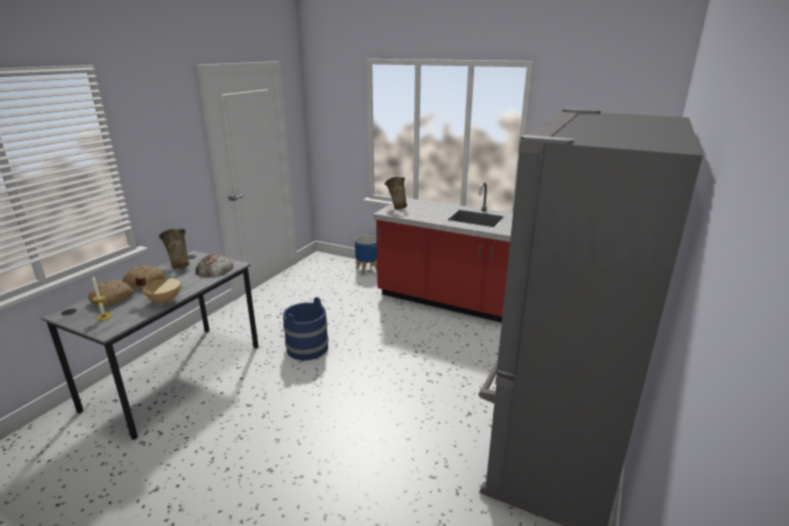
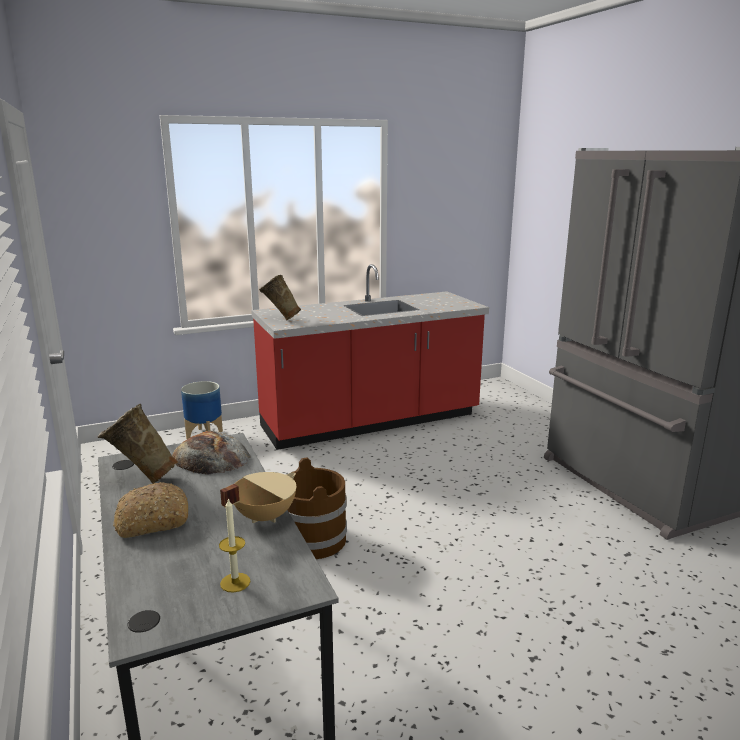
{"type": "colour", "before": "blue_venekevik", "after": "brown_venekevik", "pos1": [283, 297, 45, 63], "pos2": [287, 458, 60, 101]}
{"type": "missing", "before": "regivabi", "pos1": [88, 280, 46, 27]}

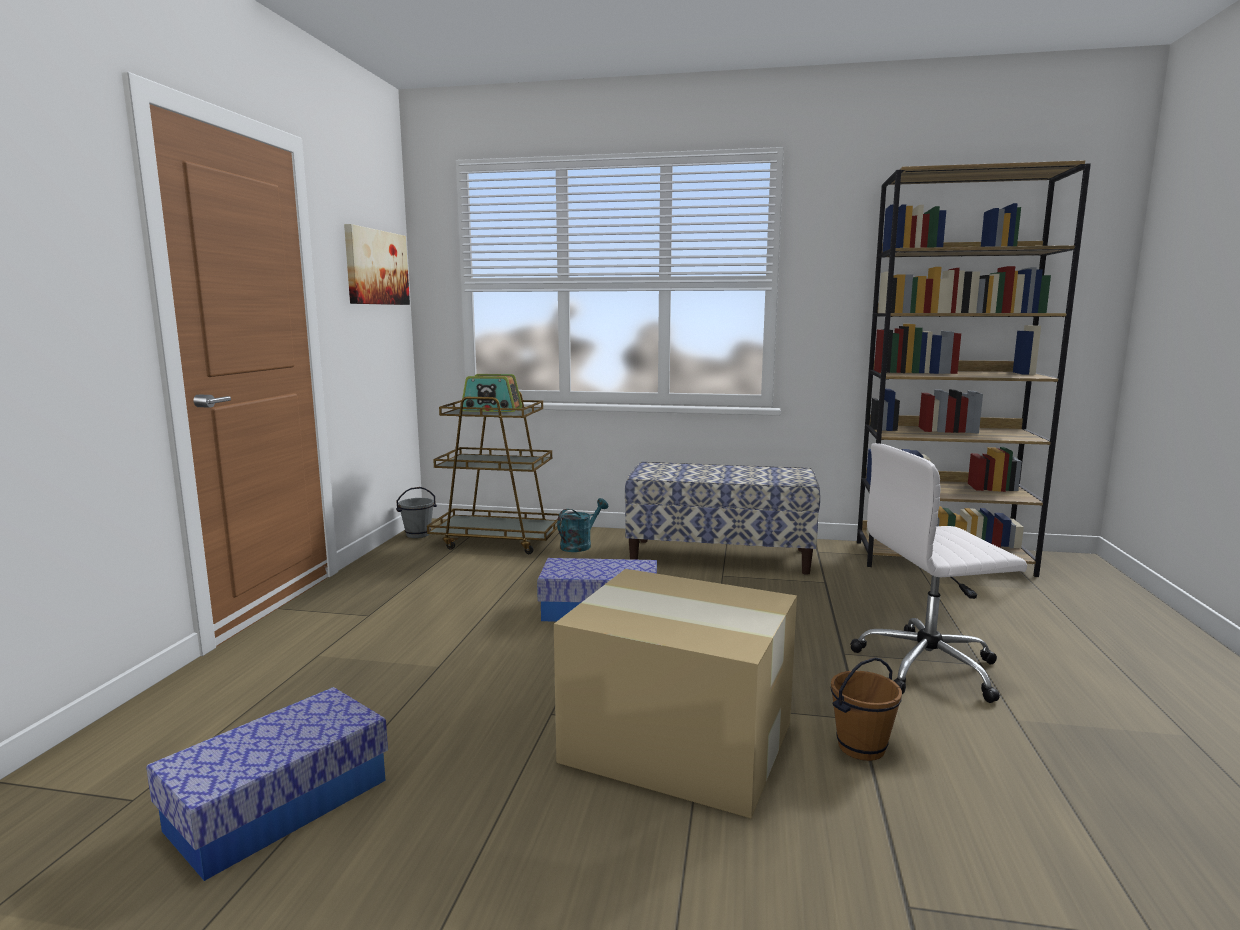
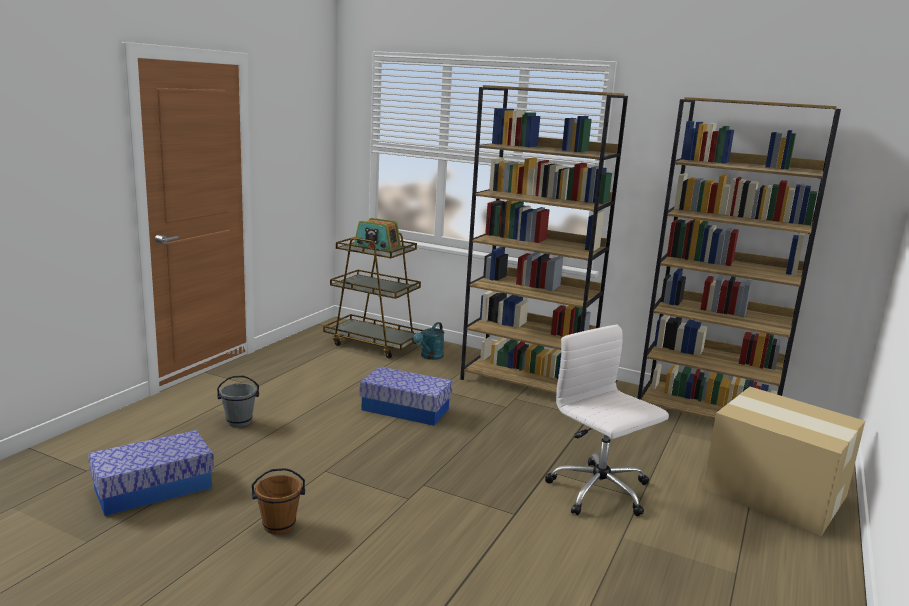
{"type": "relocated", "before": "grey_venekevik", "pos1": [396, 487, 41, 51], "pos2": [217, 376, 42, 51]}
{"type": "relocated", "before": "brown_venekevik", "pos1": [831, 657, 71, 104], "pos2": [252, 468, 53, 67]}
{"type": "spun", "before": "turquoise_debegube", "pos1": [557, 498, 51, 54], "pos2": [413, 322, 31, 38], "turn": 150}
{"type": "exchanged", "before": "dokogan", "after": "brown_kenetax", "pos1": [625, 462, 195, 113], "pos2": [460, 85, 168, 308]}
{"type": "spun", "before": "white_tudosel", "pos1": [850, 443, 177, 260], "pos2": [545, 325, 124, 191], "turn": 45}
{"type": "relocated", "before": "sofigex", "pos1": [554, 569, 243, 249], "pos2": [703, 387, 162, 149]}
{"type": "missing", "before": "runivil", "pos1": [344, 224, 66, 81]}

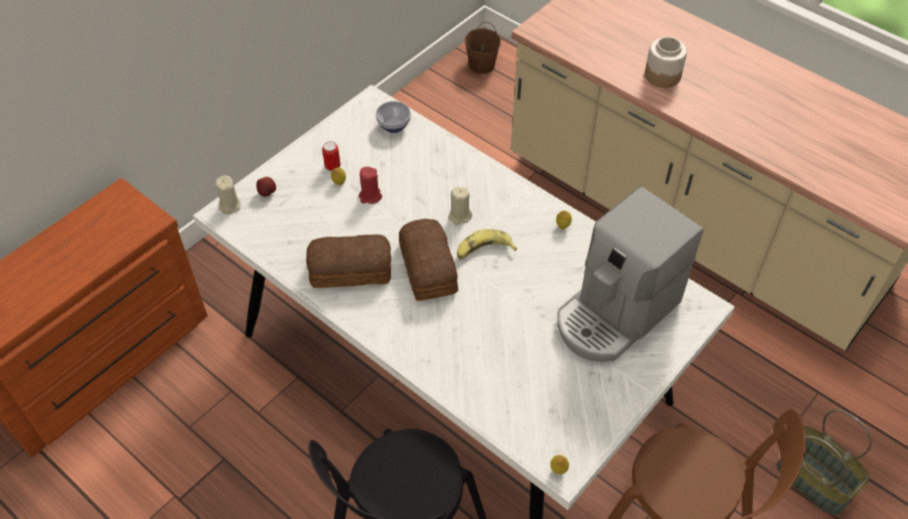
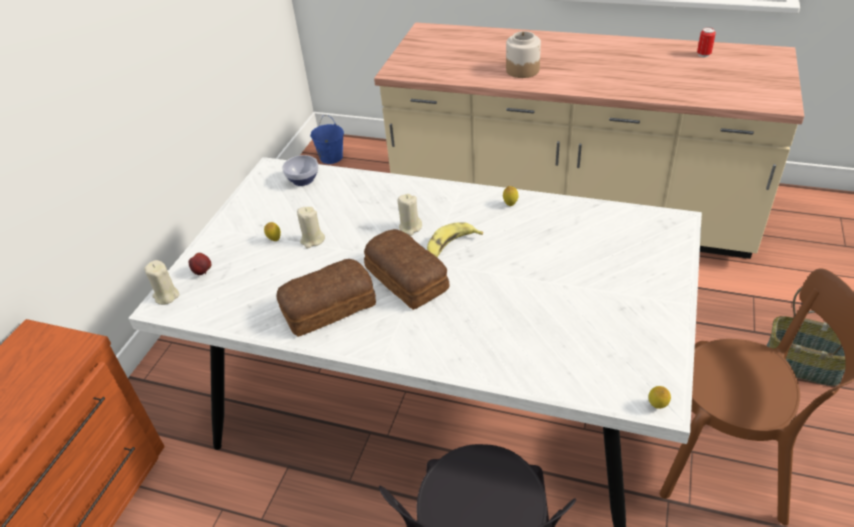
{"type": "colour", "before": "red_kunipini", "after": "beige_kunipini", "pos1": [359, 167, 23, 37], "pos2": [297, 207, 28, 41]}
{"type": "colour", "before": "brown_venekevik", "after": "blue_venekevik", "pos1": [464, 22, 37, 52], "pos2": [310, 115, 34, 49]}
{"type": "relocated", "before": "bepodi", "pos1": [322, 142, 18, 30], "pos2": [697, 27, 19, 30]}
{"type": "missing", "before": "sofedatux", "pos1": [557, 186, 147, 176]}

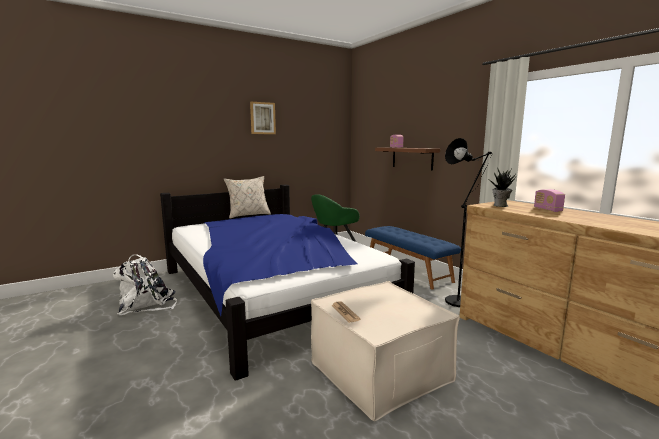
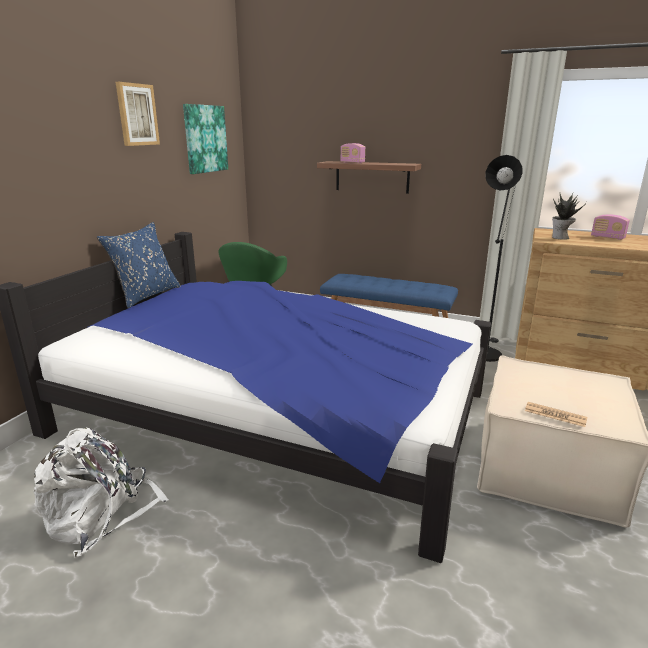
{"type": "colour", "before": "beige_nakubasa", "after": "blue_nakubasa", "pos1": [224, 176, 47, 43], "pos2": [97, 222, 84, 86]}
{"type": "appeared", "after": "runivil", "pos2": [183, 104, 45, 70]}

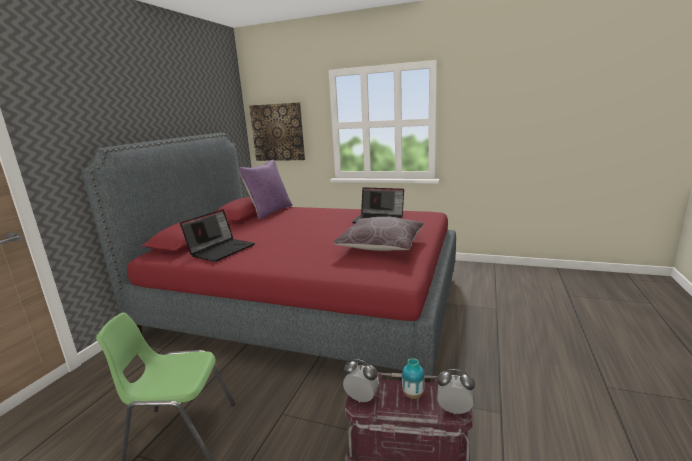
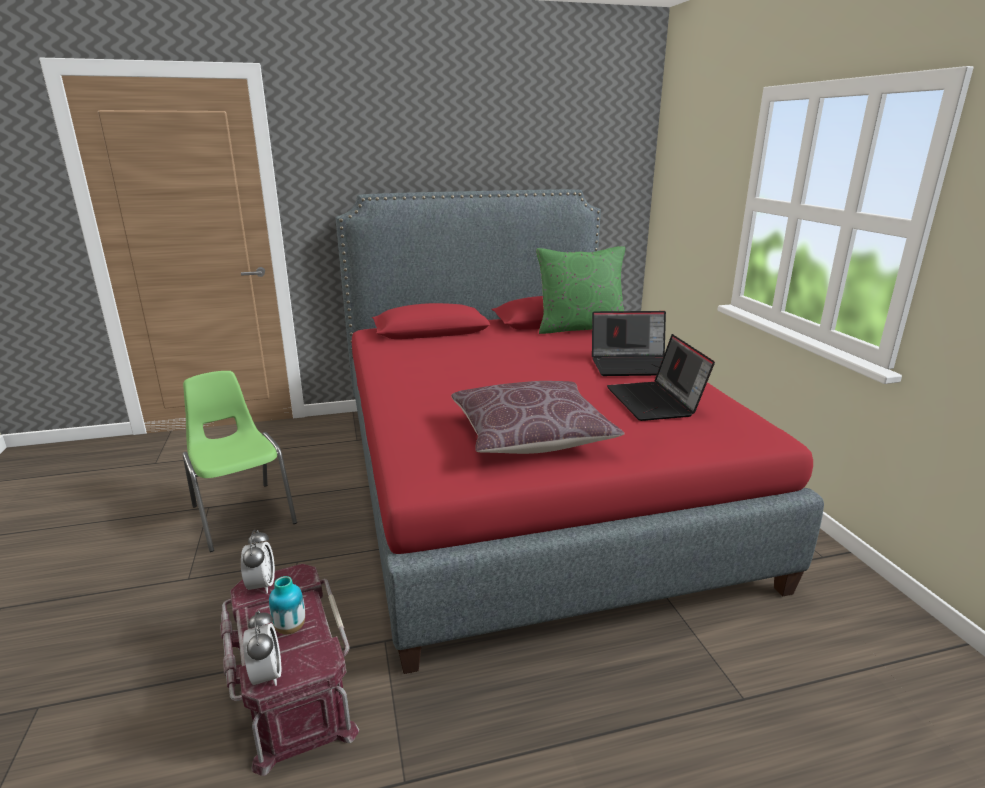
{"type": "colour", "before": "purple_nakubasa", "after": "green_nakubasa", "pos1": [238, 160, 54, 60], "pos2": [536, 246, 89, 88]}
{"type": "relocated", "before": "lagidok", "pos1": [180, 209, 75, 53], "pos2": [592, 311, 74, 65]}
{"type": "missing", "before": "runivil", "pos1": [249, 102, 56, 59]}

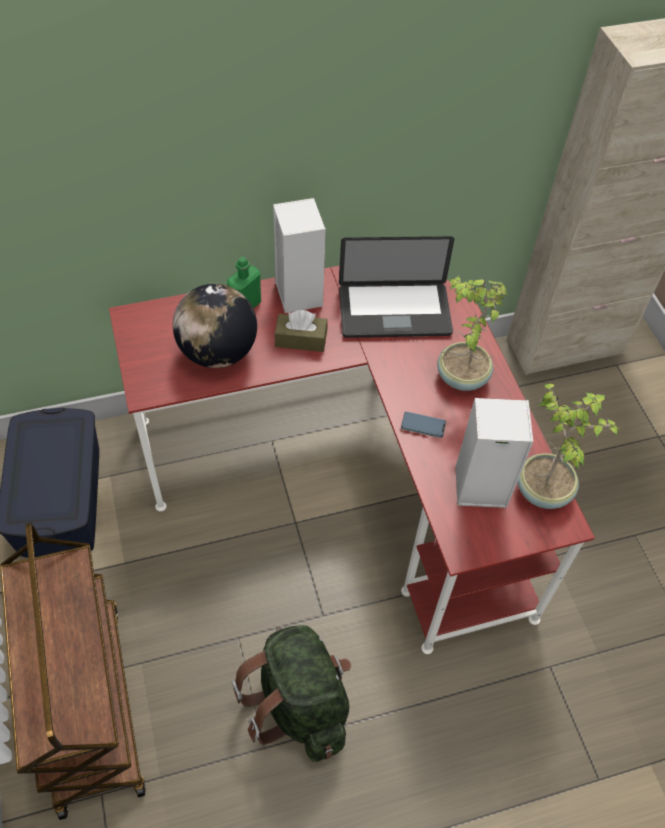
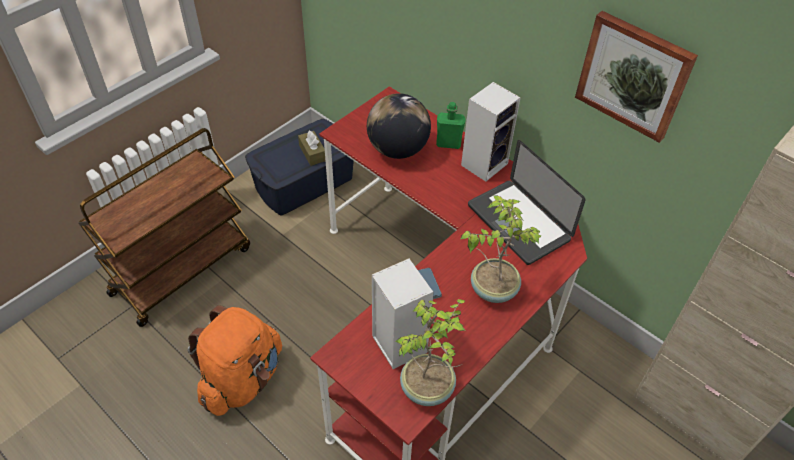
{"type": "colour", "before": "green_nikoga", "after": "orange_nikoga", "pos1": [232, 625, 119, 137], "pos2": [187, 305, 95, 111]}
{"type": "relocated", "before": "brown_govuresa", "pos1": [275, 310, 52, 42], "pos2": [298, 130, 27, 36]}
{"type": "appeared", "after": "runivil", "pos2": [575, 11, 123, 132]}

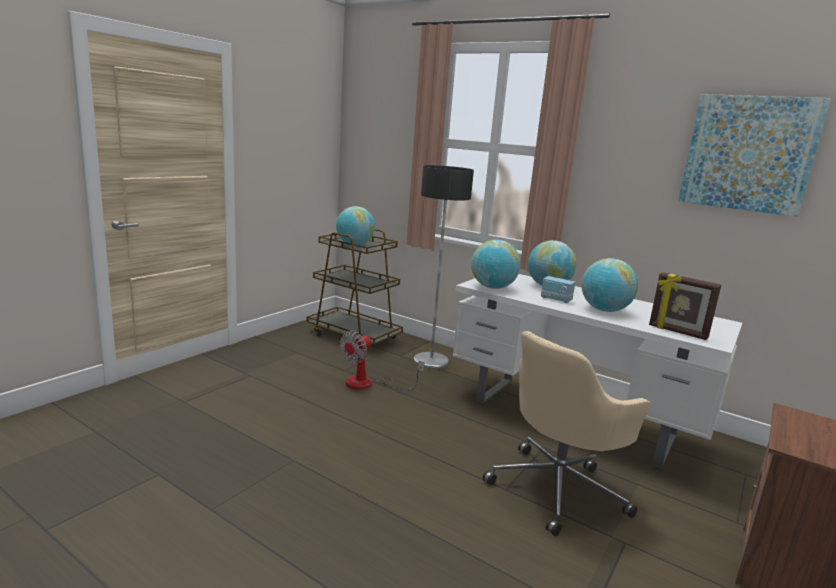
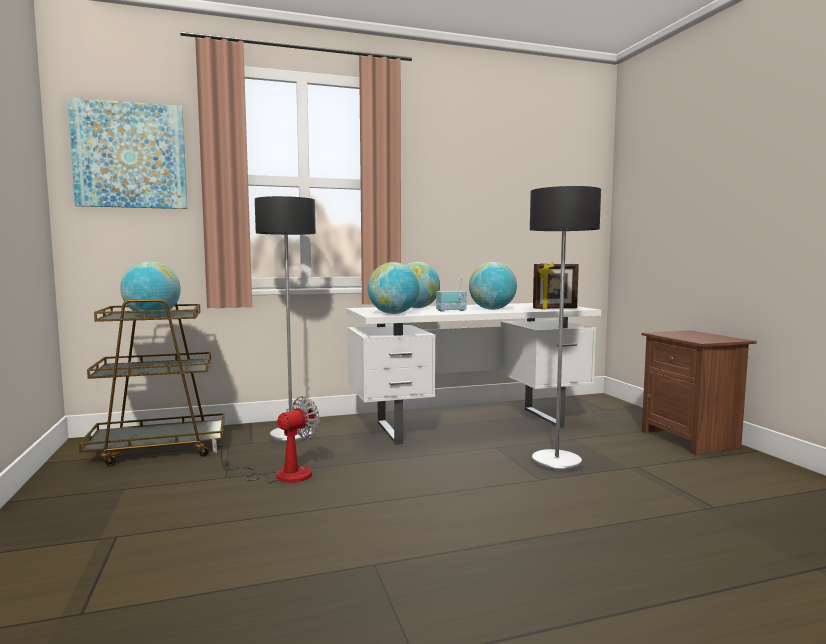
{"type": "relocated", "before": "runivil", "pos1": [678, 94, 153, 123], "pos2": [67, 97, 120, 112]}
{"type": "spun", "before": "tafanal", "pos1": [340, 331, 85, 59], "pos2": [212, 396, 108, 87], "turn": -120}
{"type": "exchanged", "before": "beige_tudosel", "after": "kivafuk", "pos1": [483, 331, 167, 205], "pos2": [530, 186, 71, 286]}

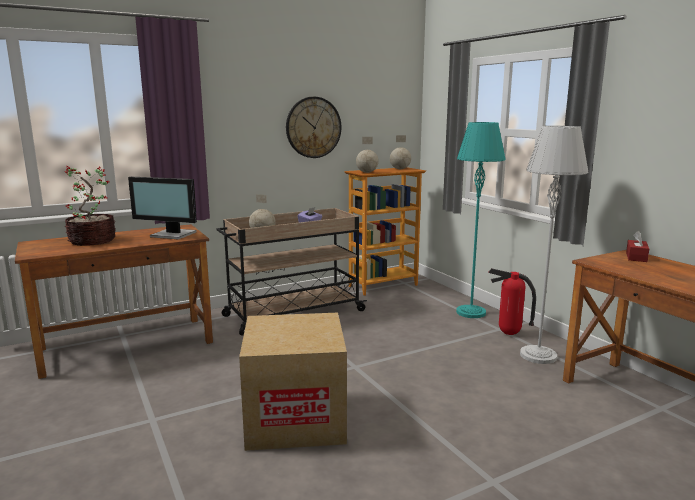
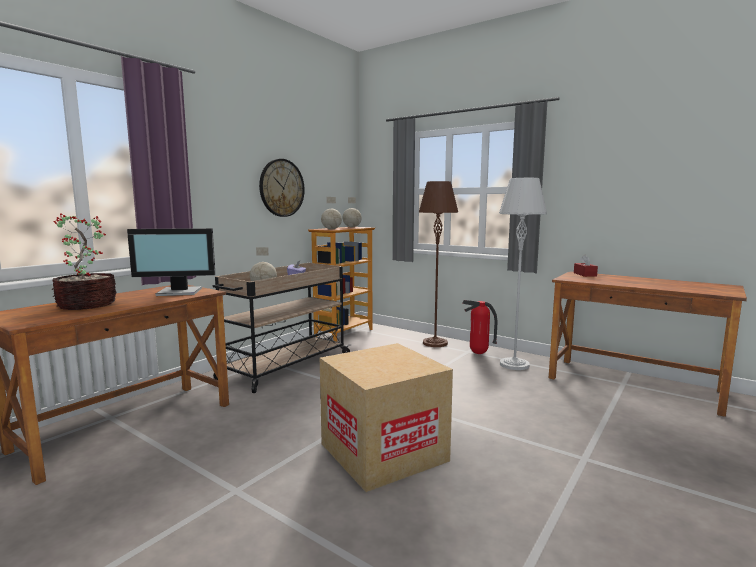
{"type": "colour", "before": "turquoise_kivafuk", "after": "brown_kivafuk", "pos1": [456, 122, 50, 196], "pos2": [419, 181, 39, 166]}

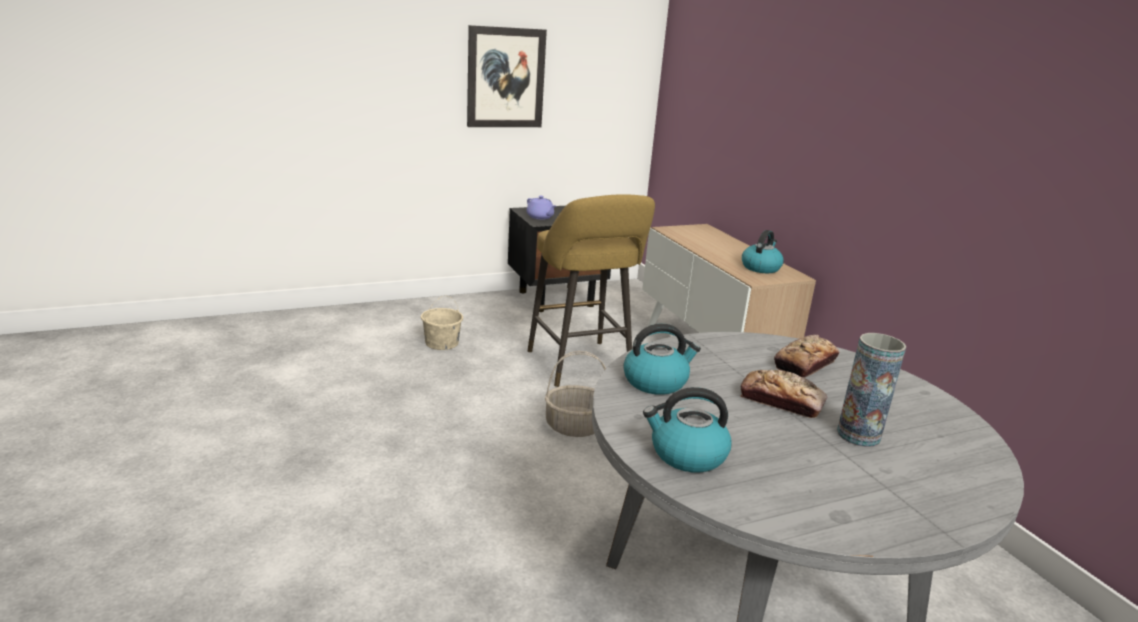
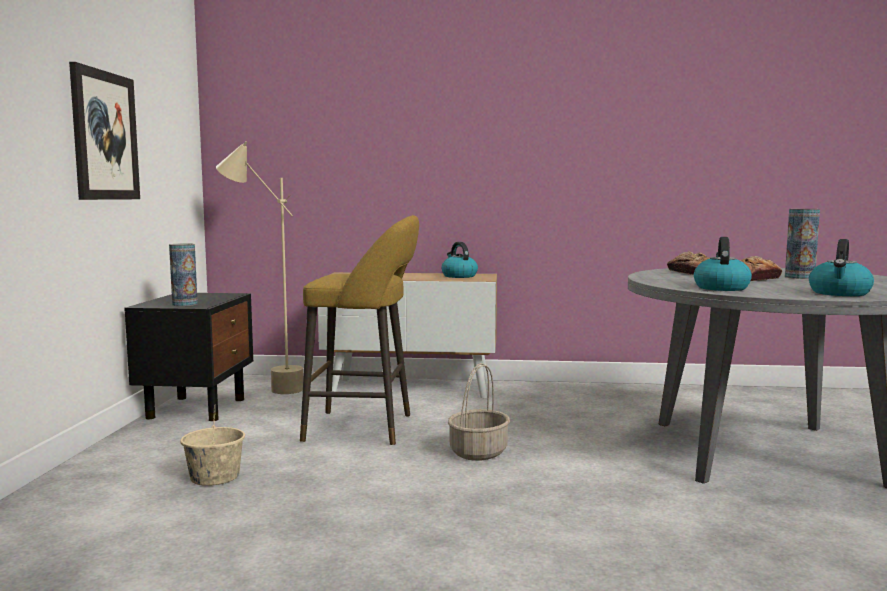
{"type": "exchanged", "before": "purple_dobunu", "after": "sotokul", "pos1": [526, 196, 30, 23], "pos2": [169, 243, 29, 63]}
{"type": "appeared", "after": "beige_kivafuk", "pos2": [216, 141, 87, 253]}

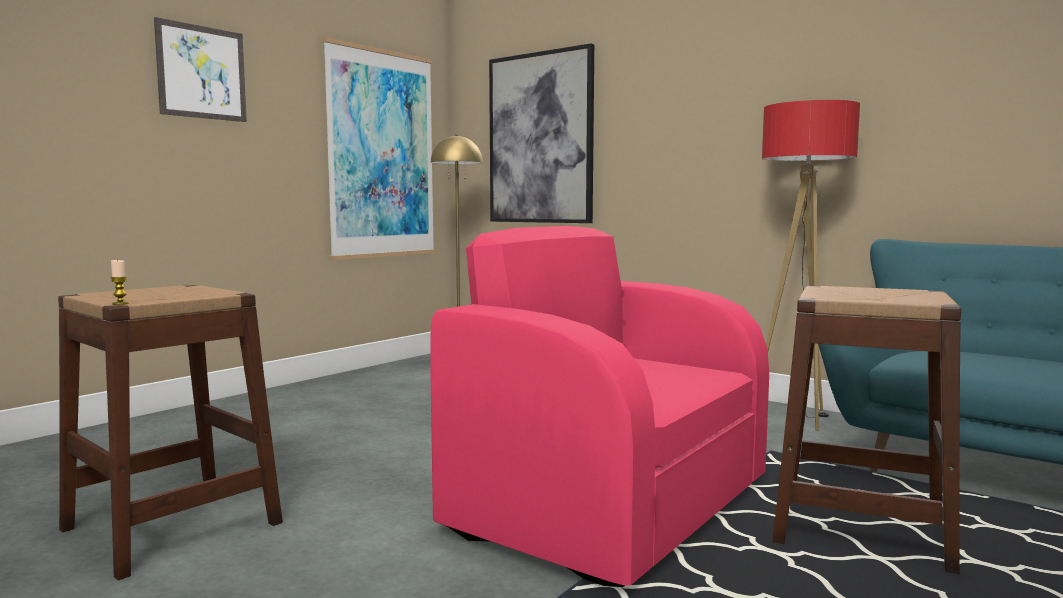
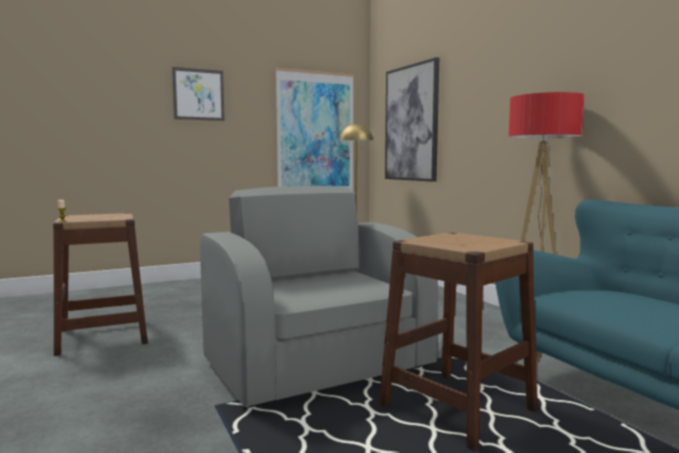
{"type": "colour", "before": "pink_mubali", "after": "grey_mubali", "pos1": [430, 226, 339, 361], "pos2": [200, 186, 238, 222]}

